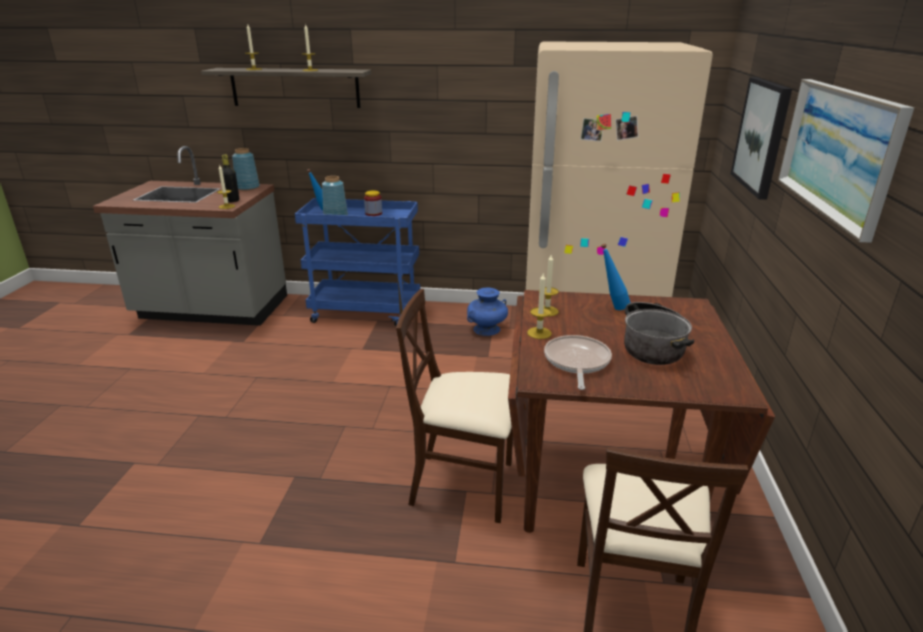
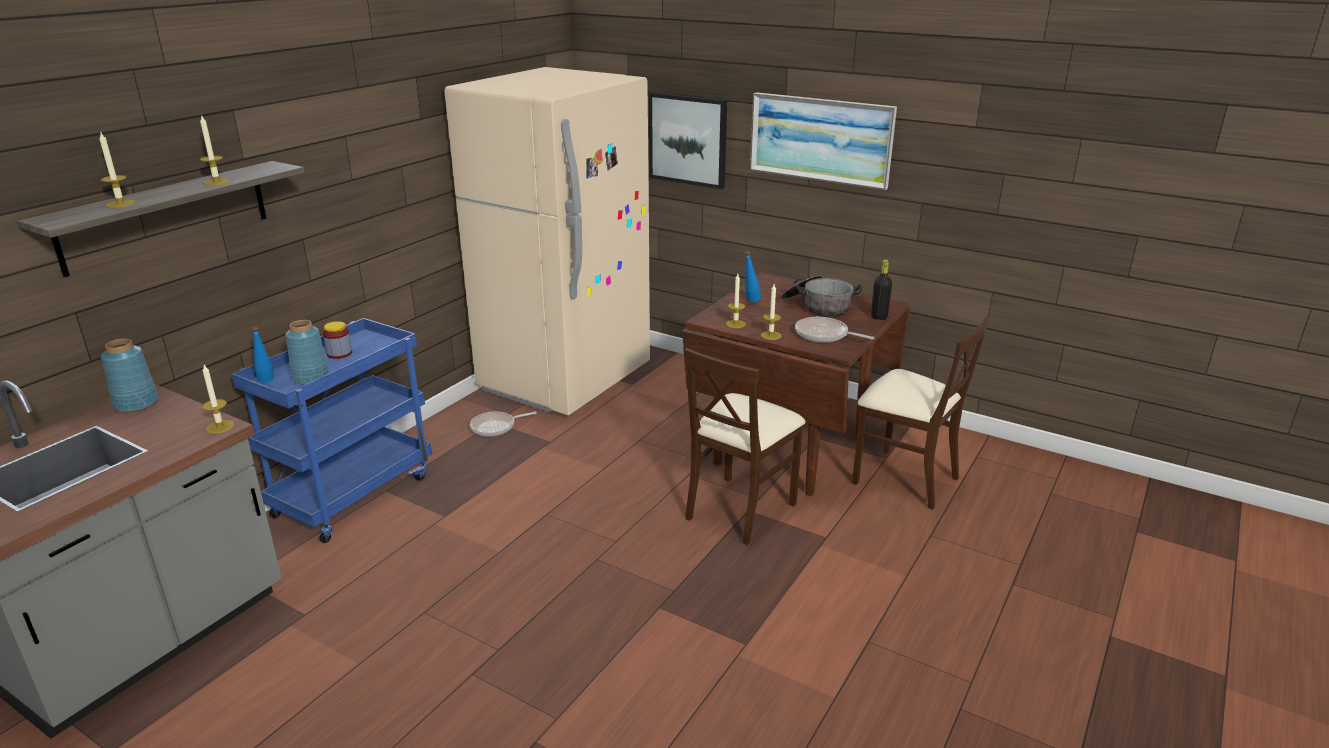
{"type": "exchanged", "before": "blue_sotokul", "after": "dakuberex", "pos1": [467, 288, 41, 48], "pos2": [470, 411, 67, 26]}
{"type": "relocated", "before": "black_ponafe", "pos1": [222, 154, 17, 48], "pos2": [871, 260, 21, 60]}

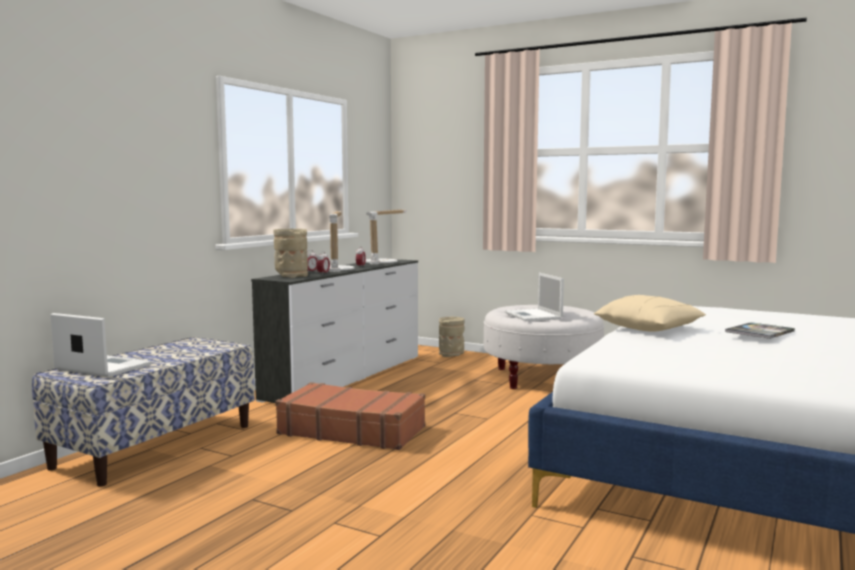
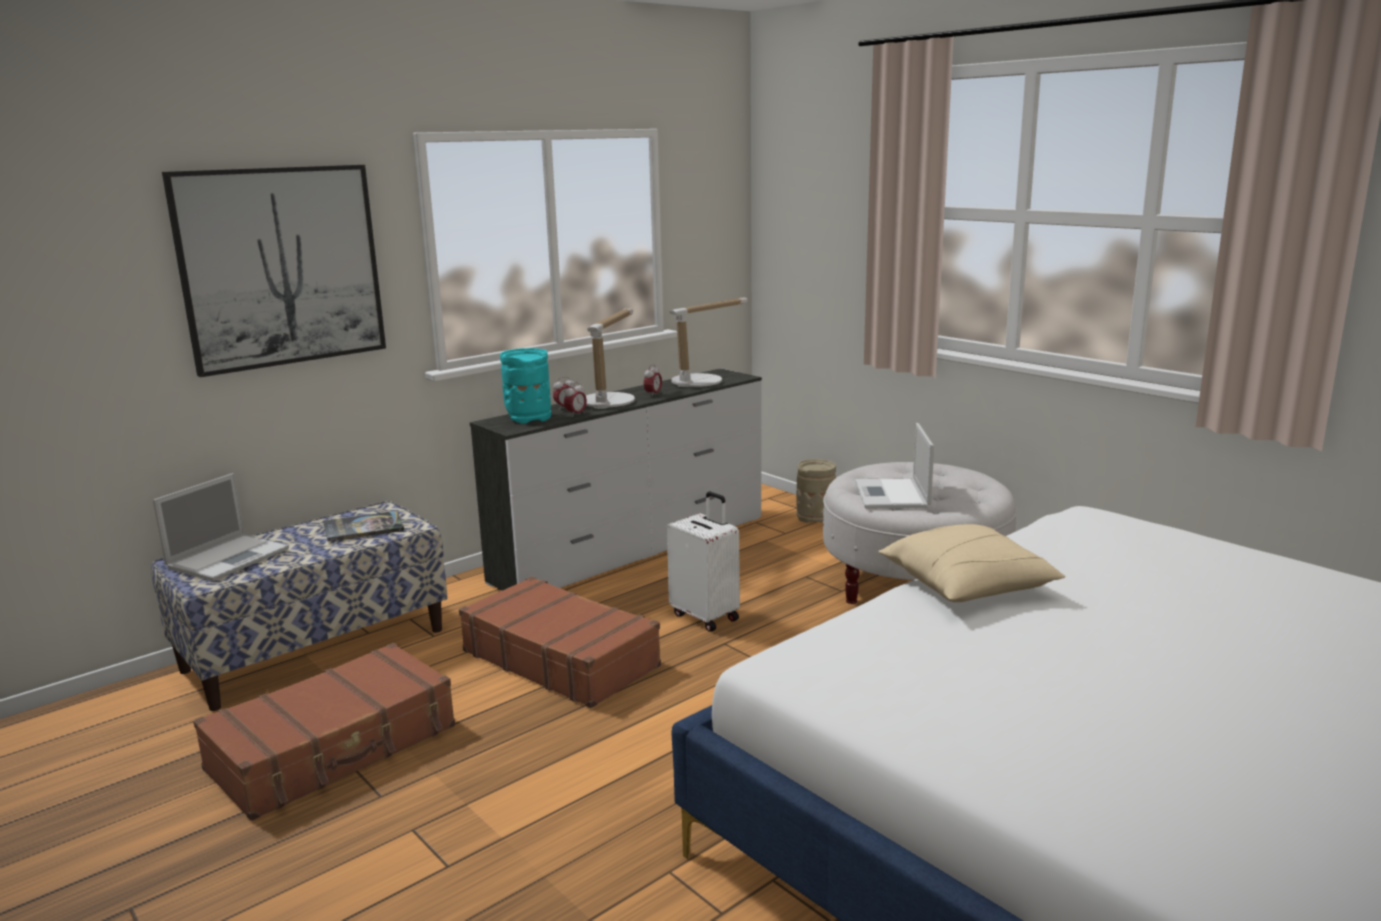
{"type": "spun", "before": "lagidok", "pos1": [50, 313, 102, 64], "pos2": [153, 473, 136, 108], "turn": 75}
{"type": "appeared", "after": "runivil", "pos2": [162, 165, 224, 212]}
{"type": "appeared", "after": "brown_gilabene", "pos2": [193, 643, 262, 178]}
{"type": "relocated", "before": "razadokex", "pos1": [725, 322, 70, 17], "pos2": [323, 511, 81, 31]}
{"type": "colour", "before": "beige_sotokul", "after": "turquoise_sotokul", "pos1": [274, 229, 34, 49], "pos2": [500, 348, 51, 76]}
{"type": "appeared", "after": "white_gilabene", "pos2": [667, 492, 73, 140]}

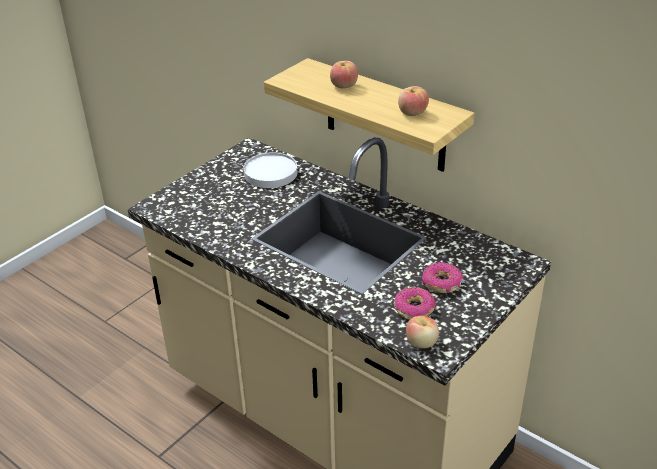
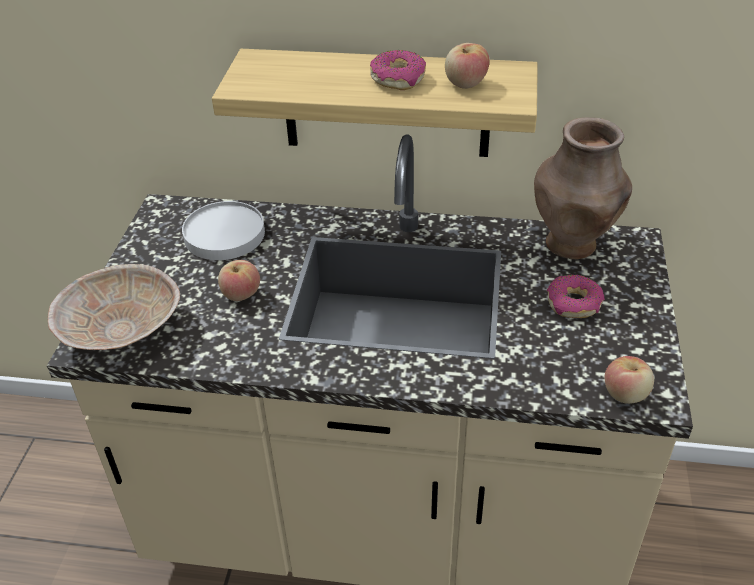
{"type": "appeared", "after": "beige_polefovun", "pos2": [48, 264, 132, 86]}
{"type": "relocated", "before": "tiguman", "pos1": [330, 61, 28, 27], "pos2": [218, 260, 42, 41]}
{"type": "relocated", "before": "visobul", "pos1": [394, 287, 42, 33], "pos2": [370, 50, 56, 40]}
{"type": "appeared", "after": "brown_sotokul", "pos2": [534, 117, 98, 142]}

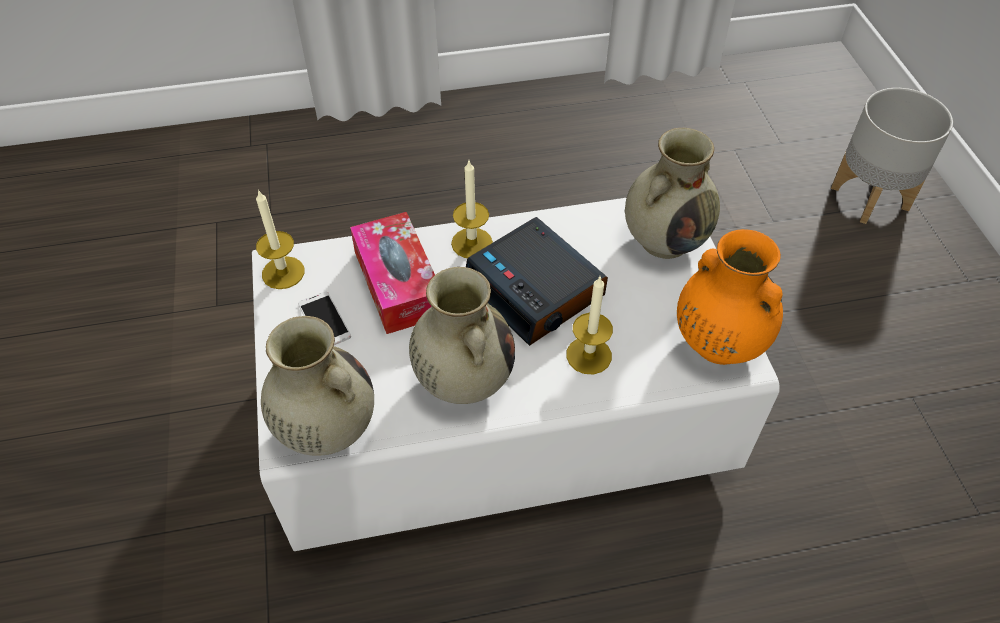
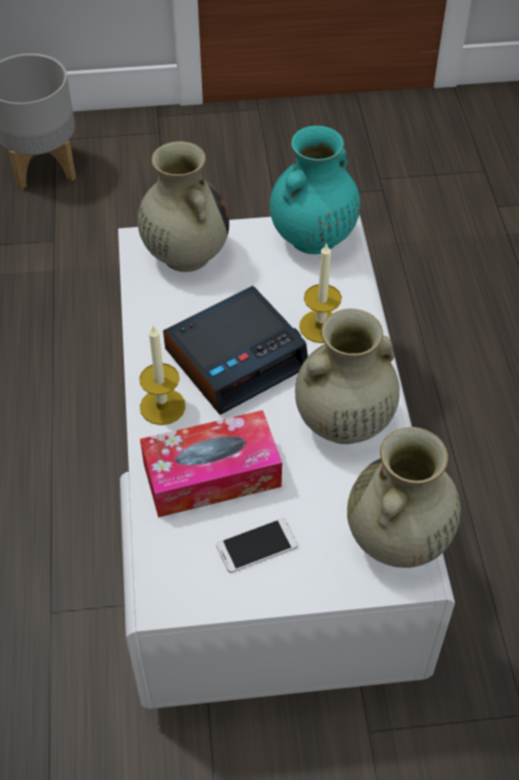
{"type": "colour", "before": "orange_sotokul", "after": "turquoise_sotokul", "pos1": [677, 229, 106, 136], "pos2": [270, 126, 90, 128]}
{"type": "missing", "before": "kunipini", "pos1": [256, 189, 49, 100]}

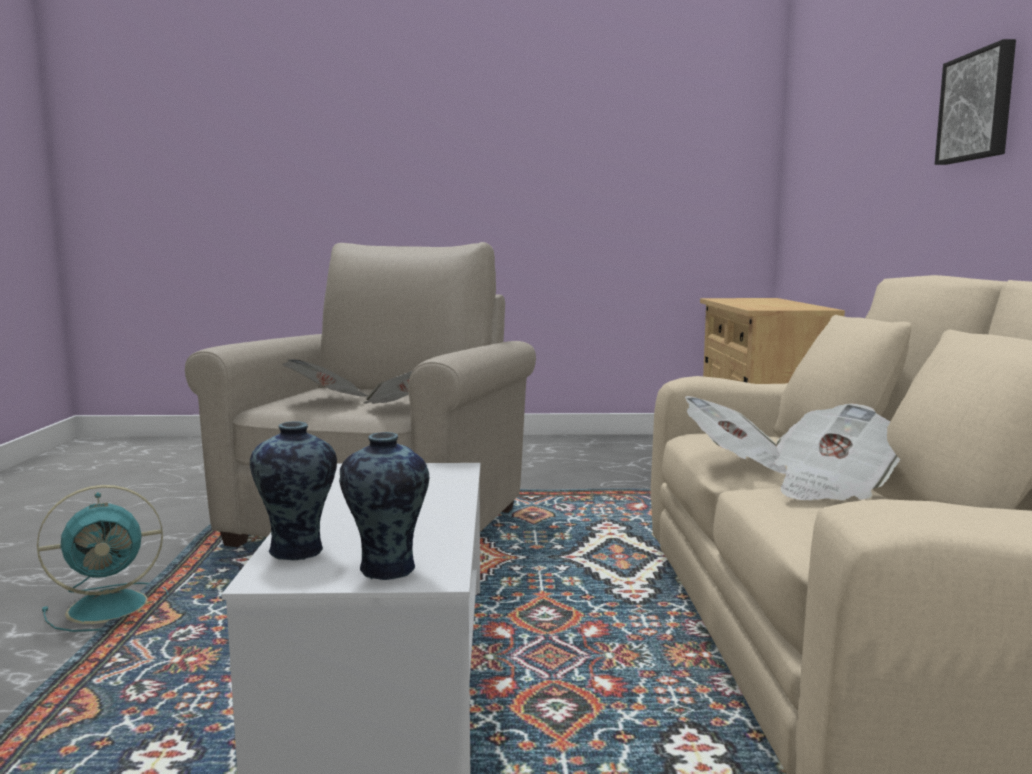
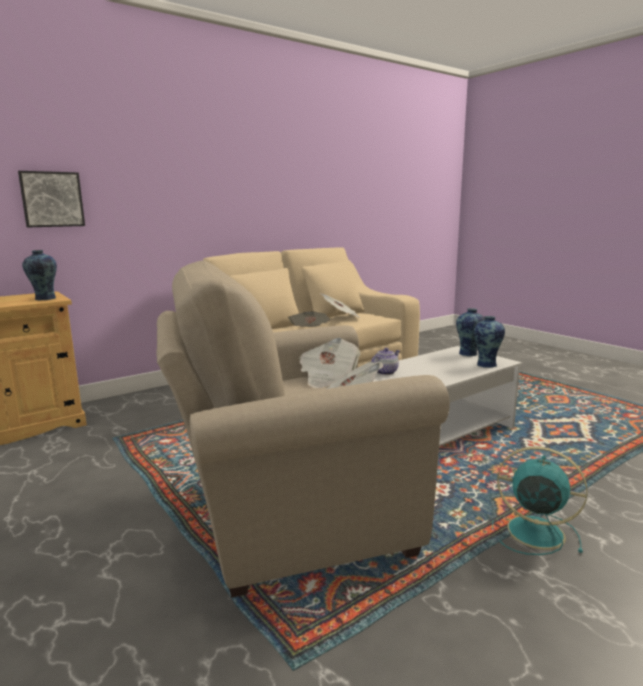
{"type": "relocated", "before": "runivil", "pos1": [935, 39, 81, 126], "pos2": [18, 171, 67, 56]}
{"type": "appeared", "after": "sotokul", "pos2": [22, 250, 35, 50]}
{"type": "appeared", "after": "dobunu", "pos2": [371, 348, 29, 27]}

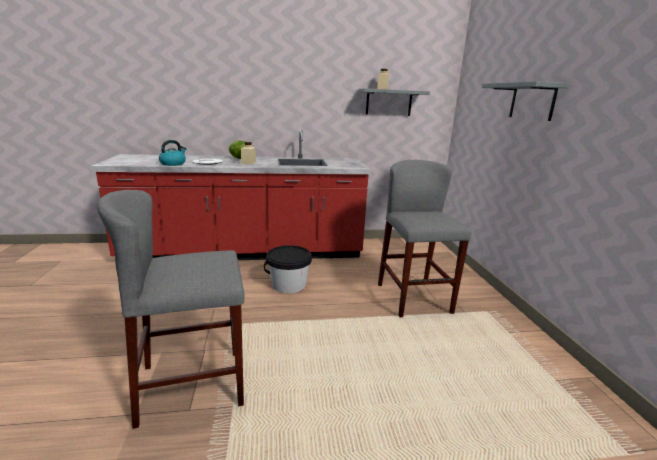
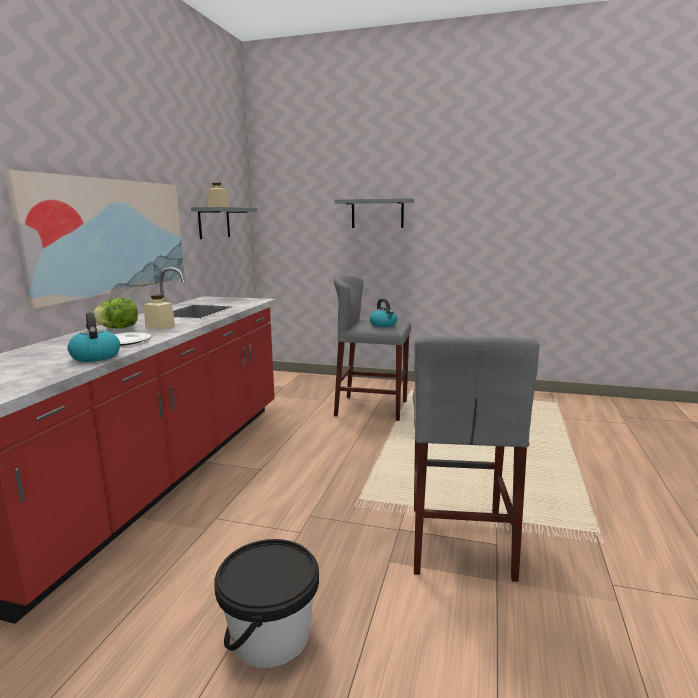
{"type": "appeared", "after": "runivil", "pos2": [4, 170, 181, 139]}
{"type": "relocated", "before": "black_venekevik", "pos1": [264, 245, 48, 48], "pos2": [214, 539, 105, 129]}
{"type": "appeared", "after": "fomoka", "pos2": [370, 298, 28, 29]}

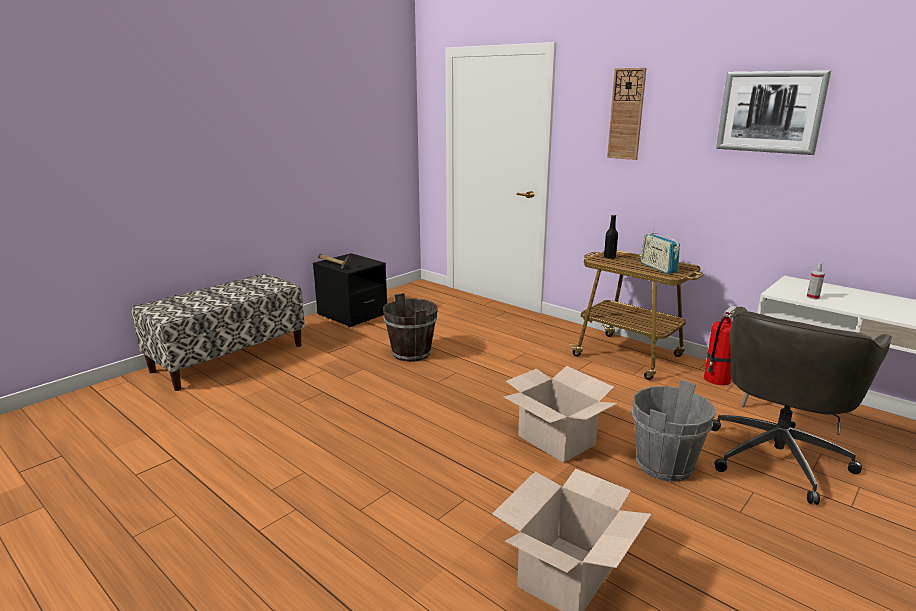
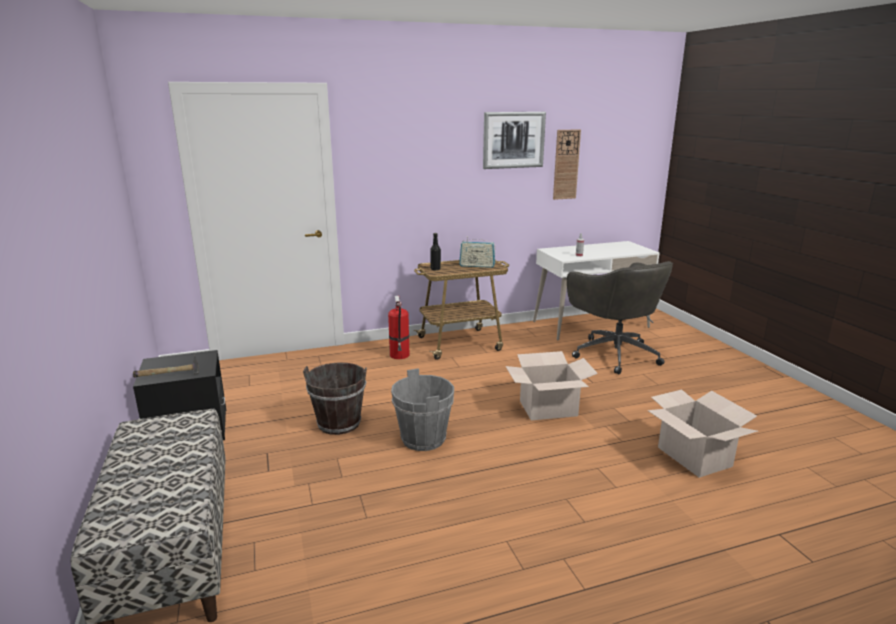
{"type": "relocated", "before": "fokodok", "pos1": [704, 306, 32, 79], "pos2": [388, 296, 22, 63]}
{"type": "relocated", "before": "grey_venekevik", "pos1": [632, 380, 83, 102], "pos2": [391, 368, 63, 83]}
{"type": "relocated", "before": "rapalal", "pos1": [607, 68, 40, 92], "pos2": [553, 129, 28, 71]}

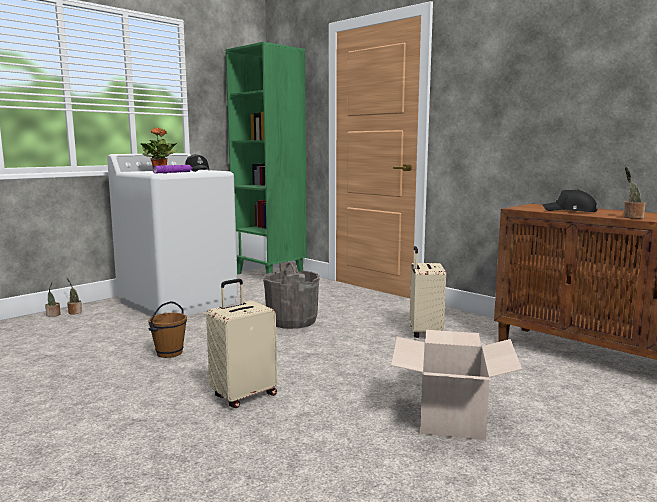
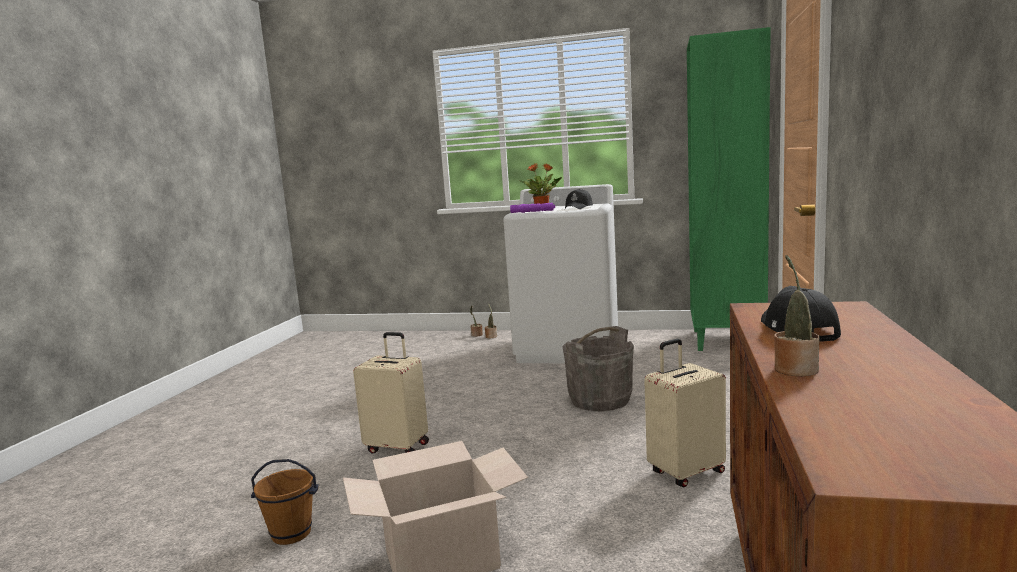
{"type": "relocated", "before": "brown_venekevik", "pos1": [148, 301, 39, 57], "pos2": [251, 459, 68, 86]}

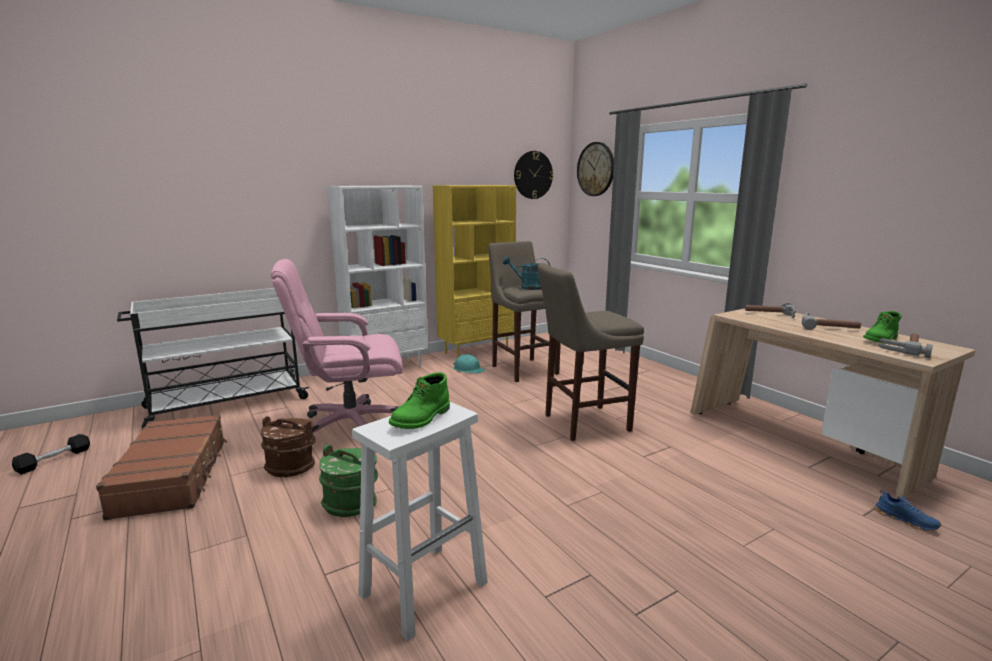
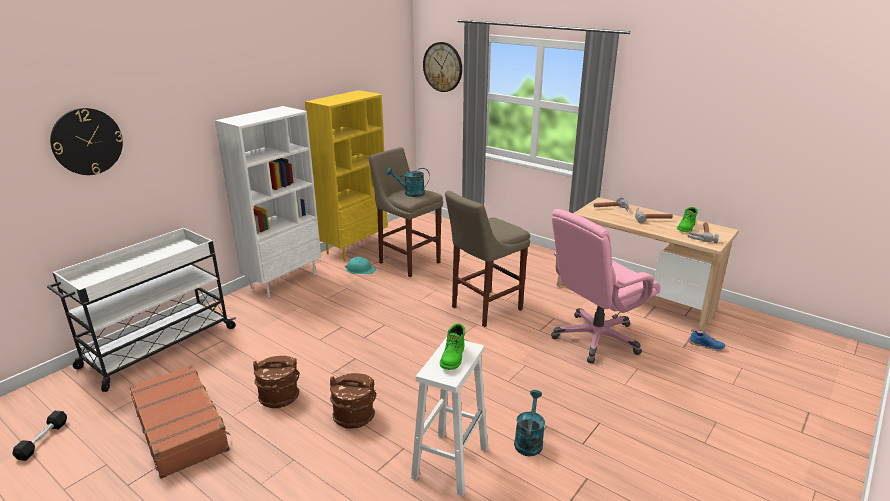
{"type": "relocated", "before": "rapalal", "pos1": [514, 151, 40, 48], "pos2": [50, 108, 73, 67]}
{"type": "colour", "before": "green_venekevik", "after": "brown_venekevik", "pos1": [319, 444, 59, 73], "pos2": [330, 373, 47, 56]}
{"type": "appeared", "after": "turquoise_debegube", "pos2": [514, 390, 31, 66]}
{"type": "relocated", "before": "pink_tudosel", "pos1": [271, 259, 132, 176], "pos2": [551, 209, 110, 154]}

